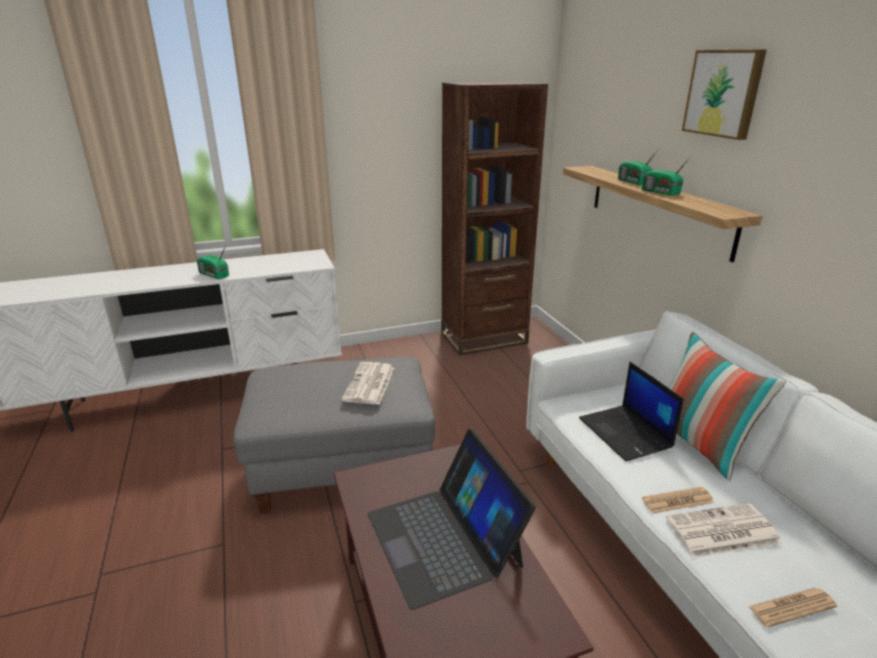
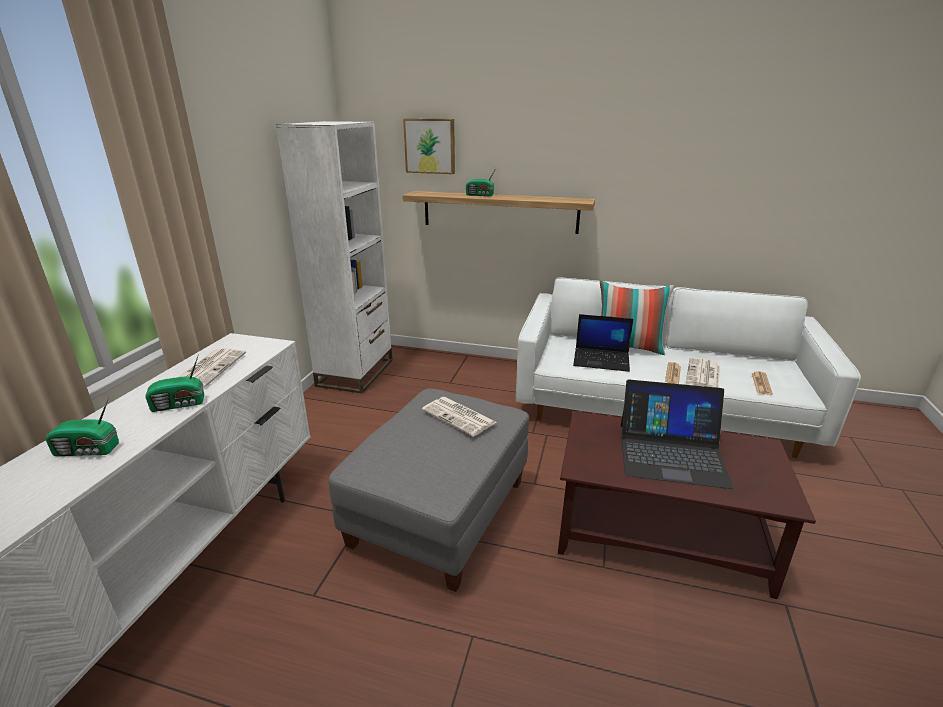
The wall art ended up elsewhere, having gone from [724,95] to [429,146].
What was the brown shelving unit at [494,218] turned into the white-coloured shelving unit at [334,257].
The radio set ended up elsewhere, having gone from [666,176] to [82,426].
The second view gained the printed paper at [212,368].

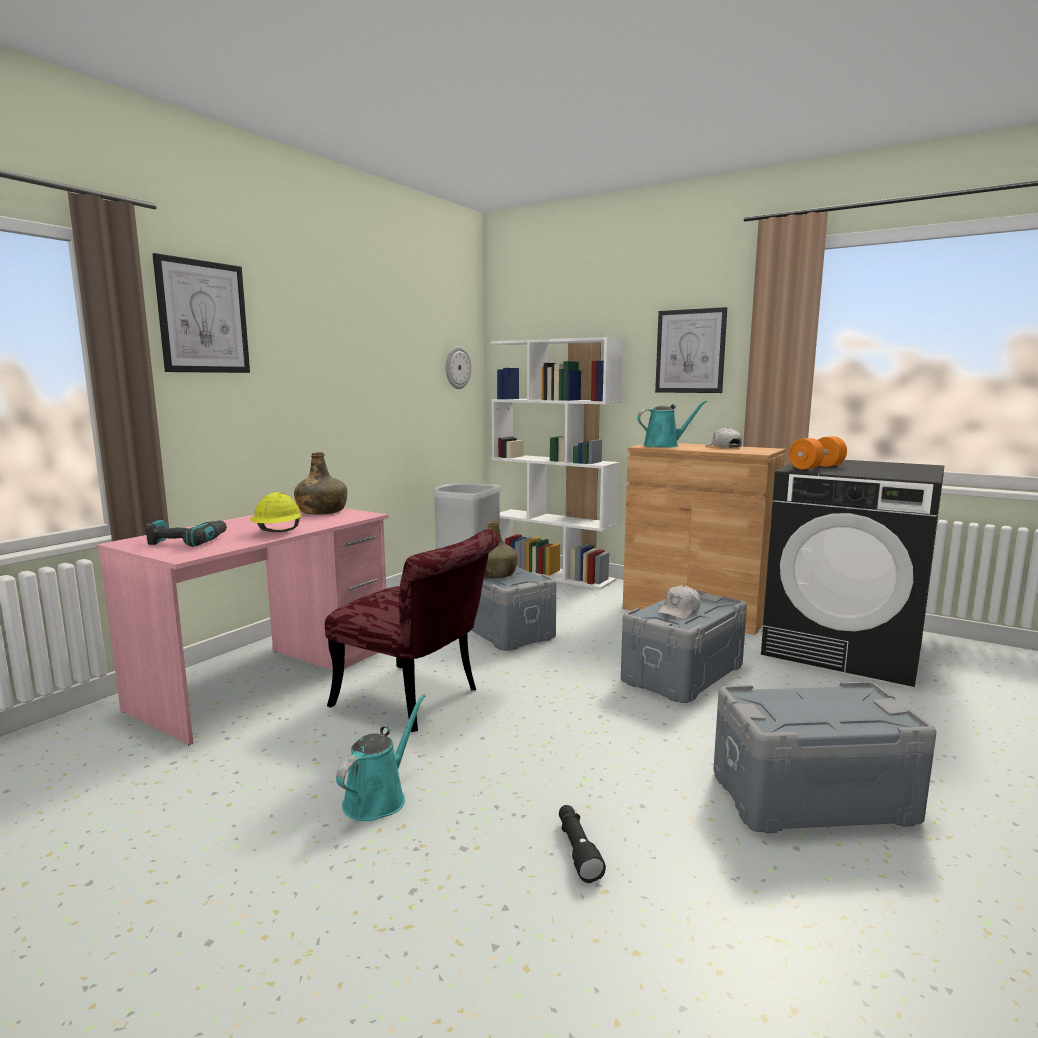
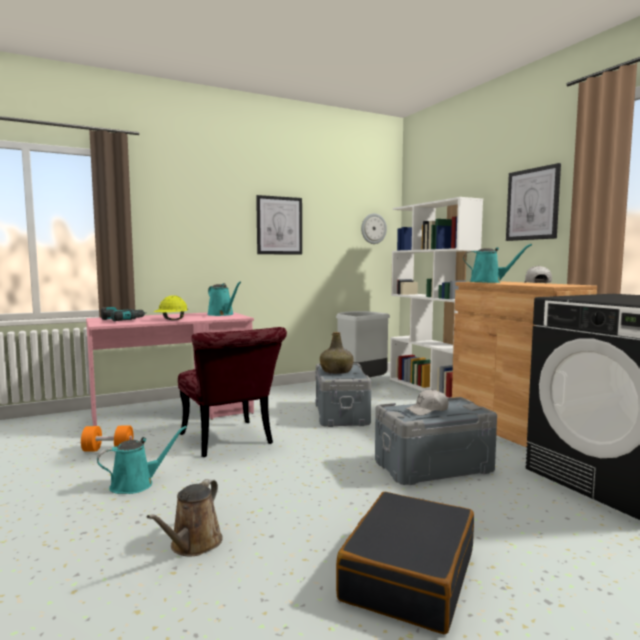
The wall art ended up elsewhere, having gone from [201,313] to [279,225].
The orange dumbbell ended up elsewhere, having gone from [818,453] to [107,438].
Where the green drink bottle stood at [321,483], the turquoise watering pot came to stand at [224,299].
Where the grey storage box stood at [825,757], the black travel case came to stand at [405,563].
Where the black torch stood at [582,844], the brown watering pot came to stand at [184,517].

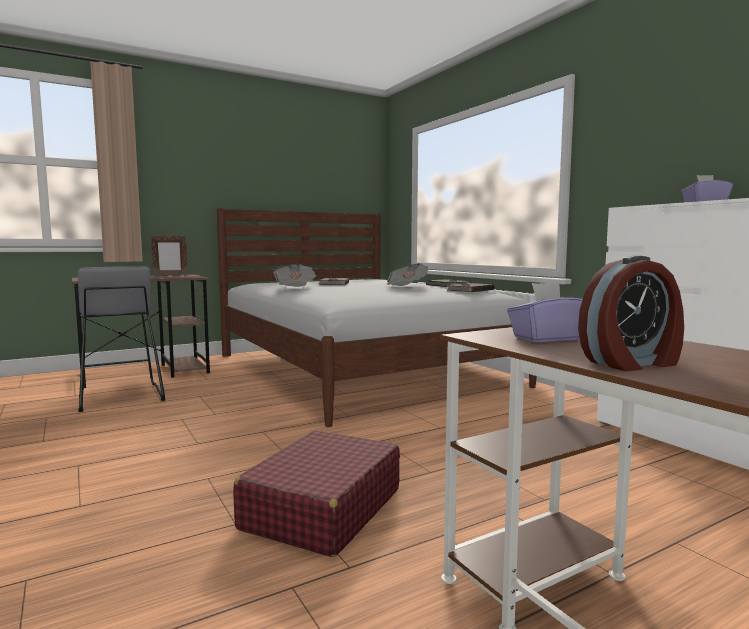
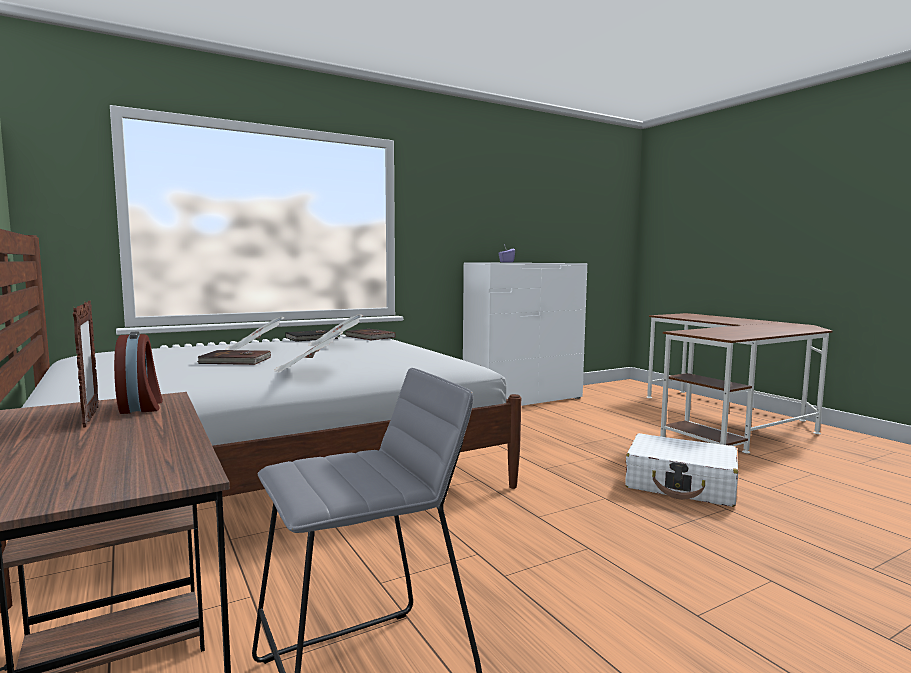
The alarm clock ended up elsewhere, having gone from [631,313] to [138,373].
The second view lost the purplish tissue box at [545,312].
What was the red-coloured travel case at [316,493] turned into the white-coloured travel case at [681,470].
The second view gained the printed paper at [254,333].

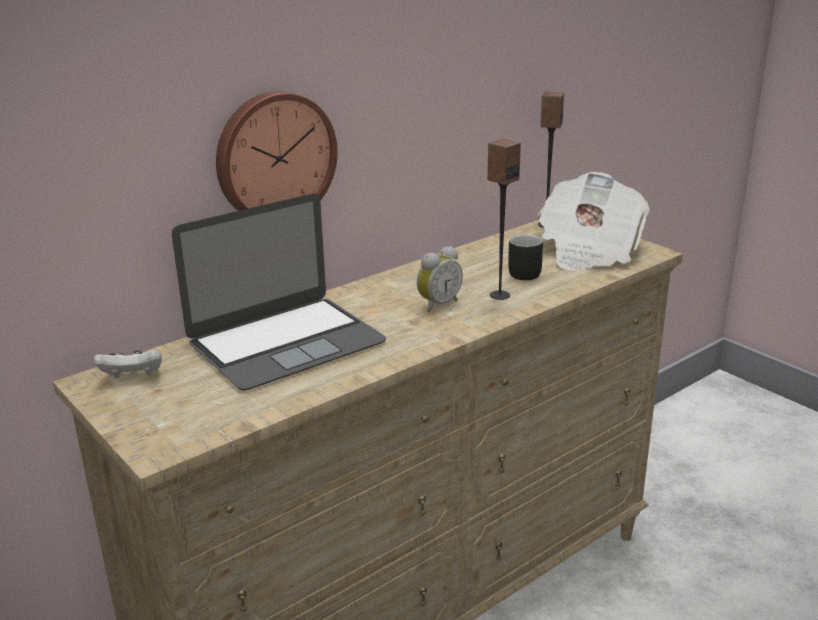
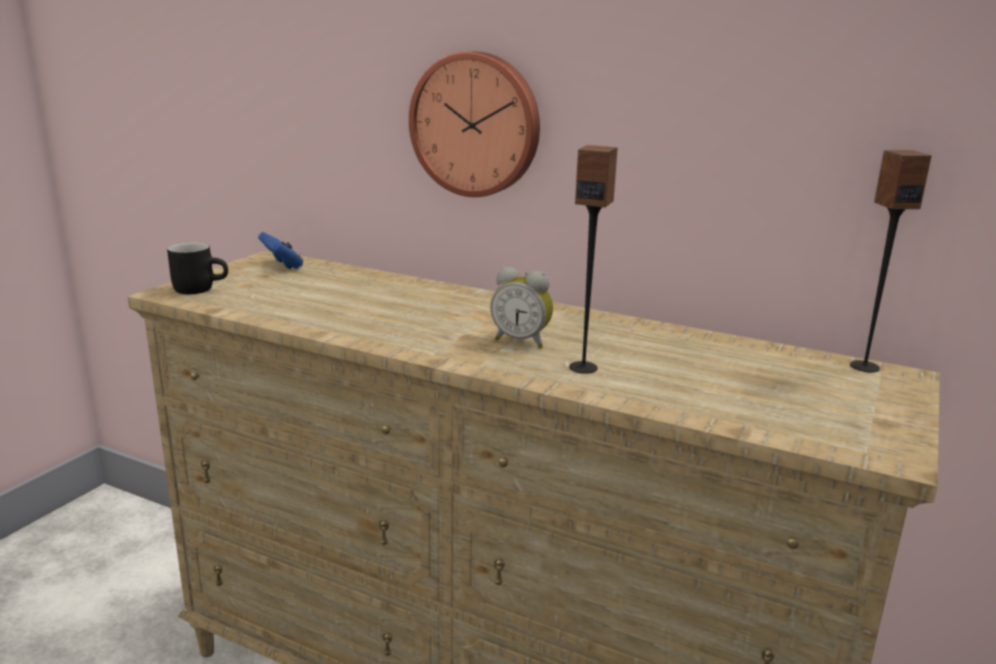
The second view lost the printed paper at [594,221].
The second view lost the laptop at [279,292].
The black mug ended up elsewhere, having gone from [525,257] to [197,268].
What was the white-coloured joypad at [128,364] turned into the bluish joypad at [280,250].

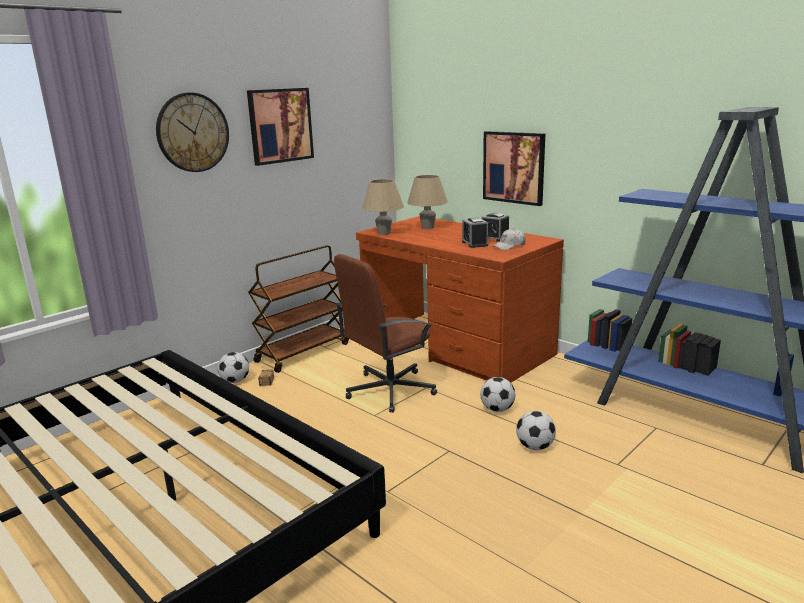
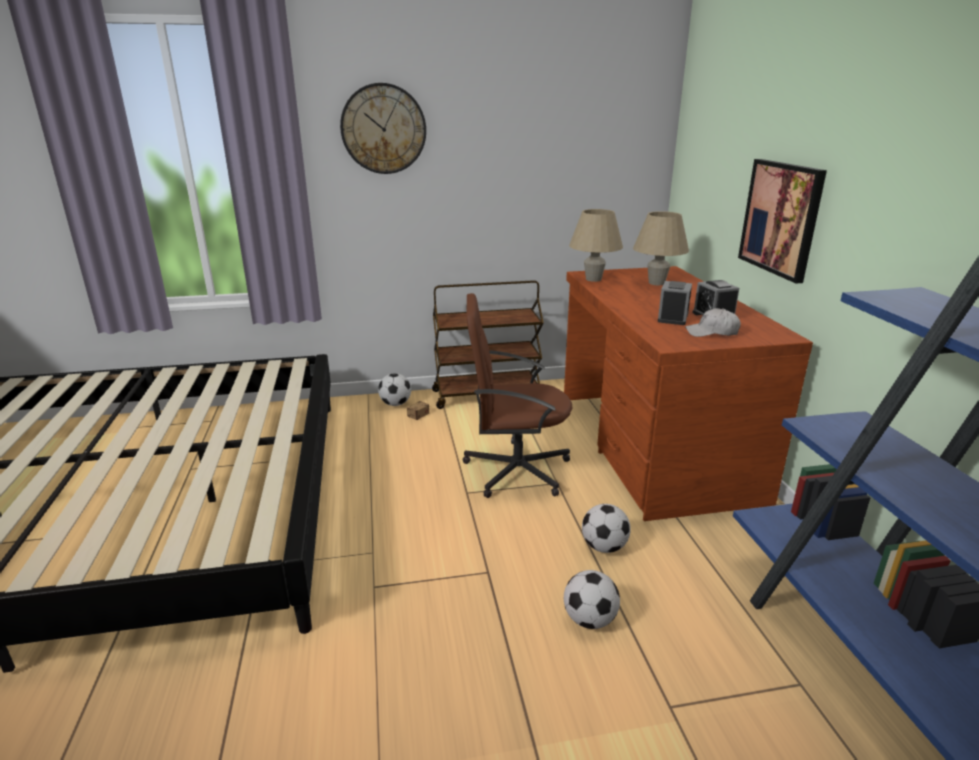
The second view lost the wall art at [280,127].

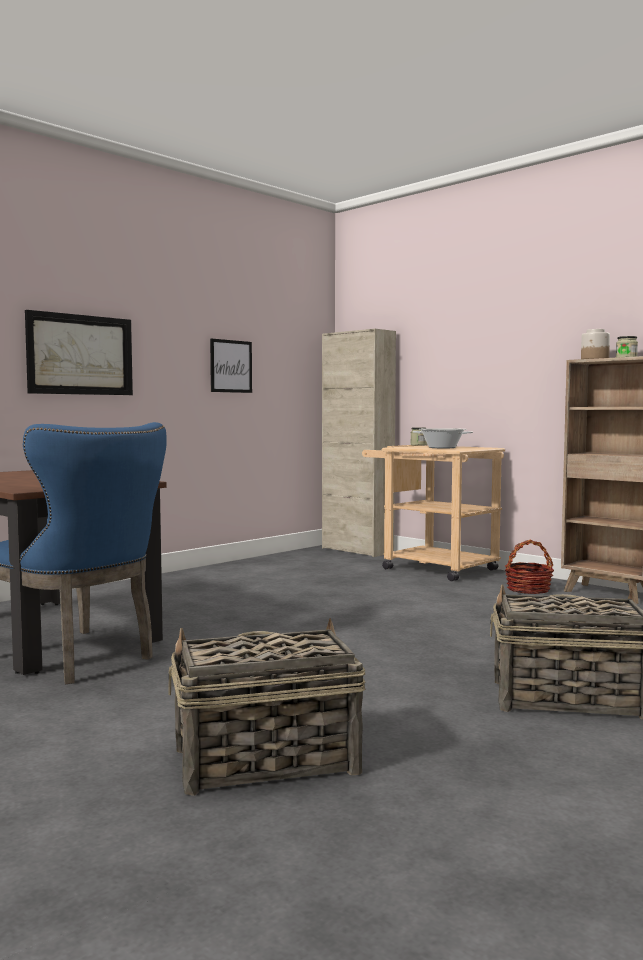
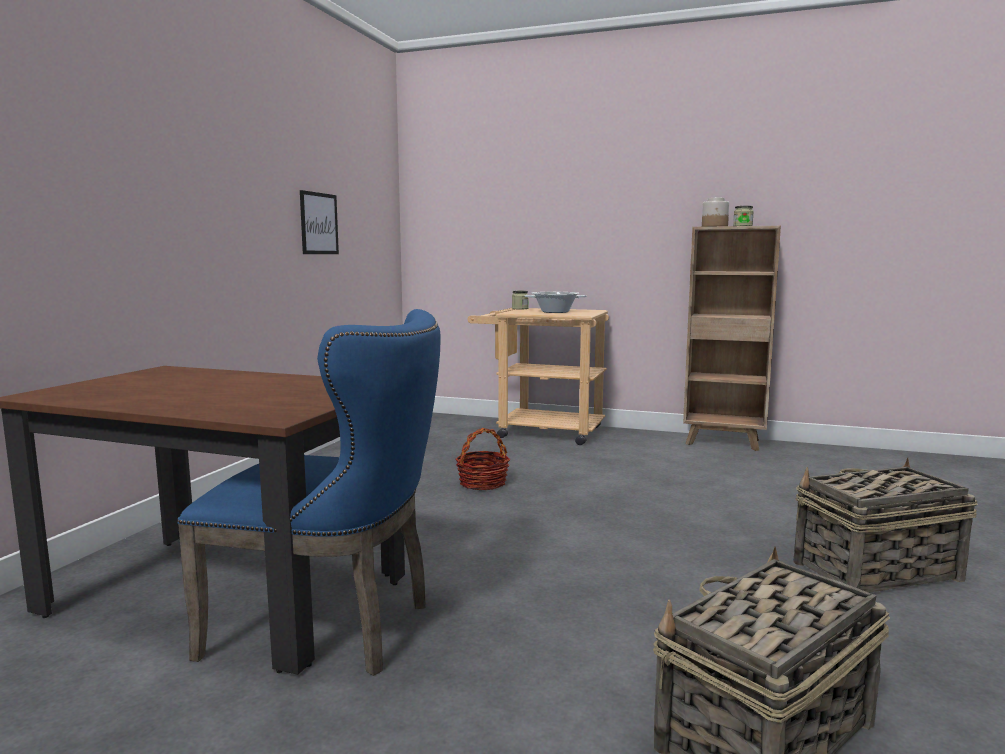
The second view lost the wall art at [79,352].
The second view lost the beige storage cabinet at [359,443].
The basket ended up elsewhere, having gone from [529,567] to [483,459].

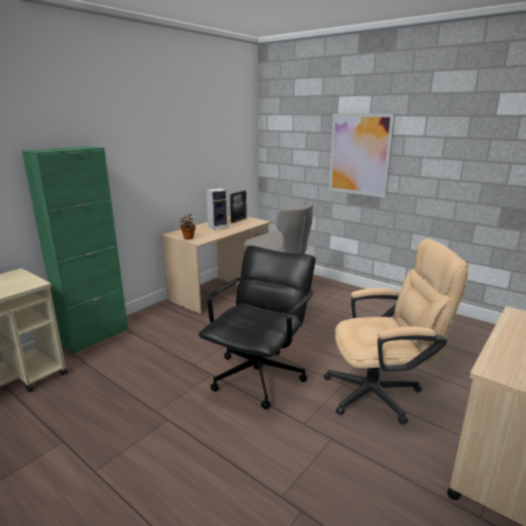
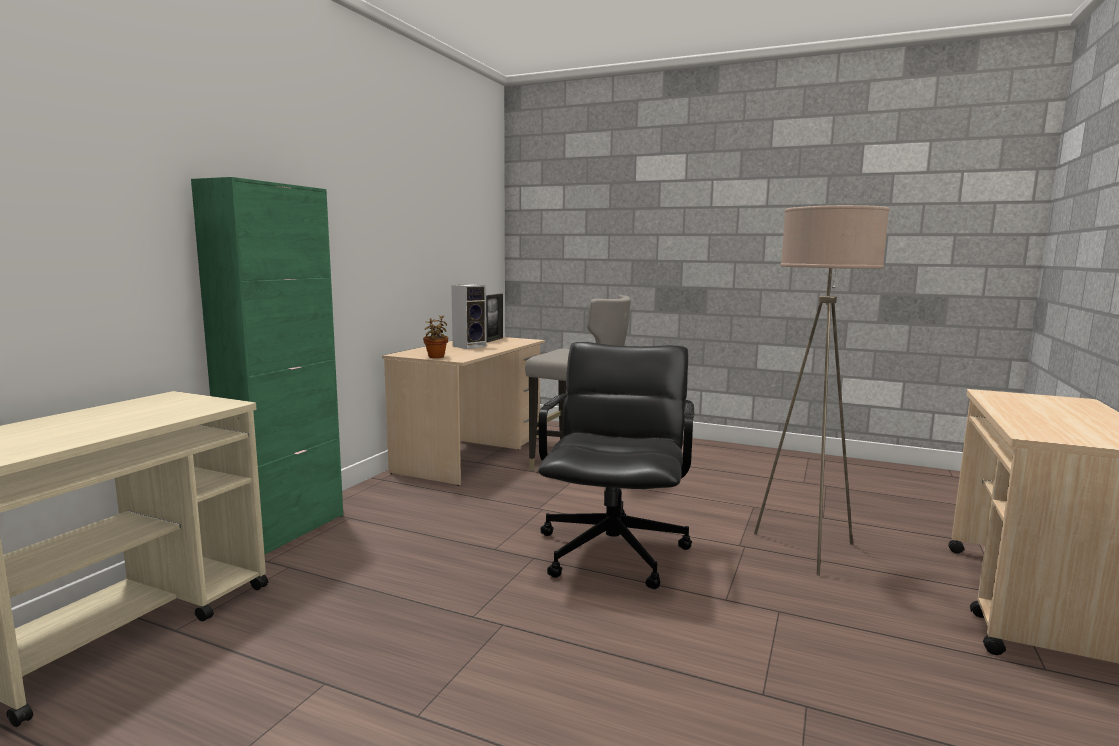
The second view lost the wall art at [362,155].
Where the beige desk chair stood at [396,331], the beige standing lamp came to stand at [822,390].

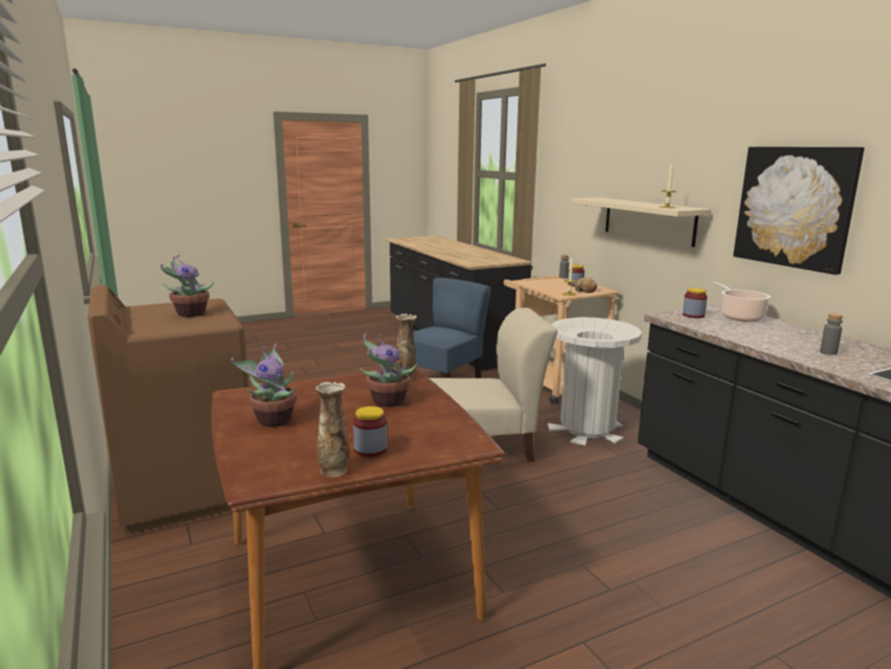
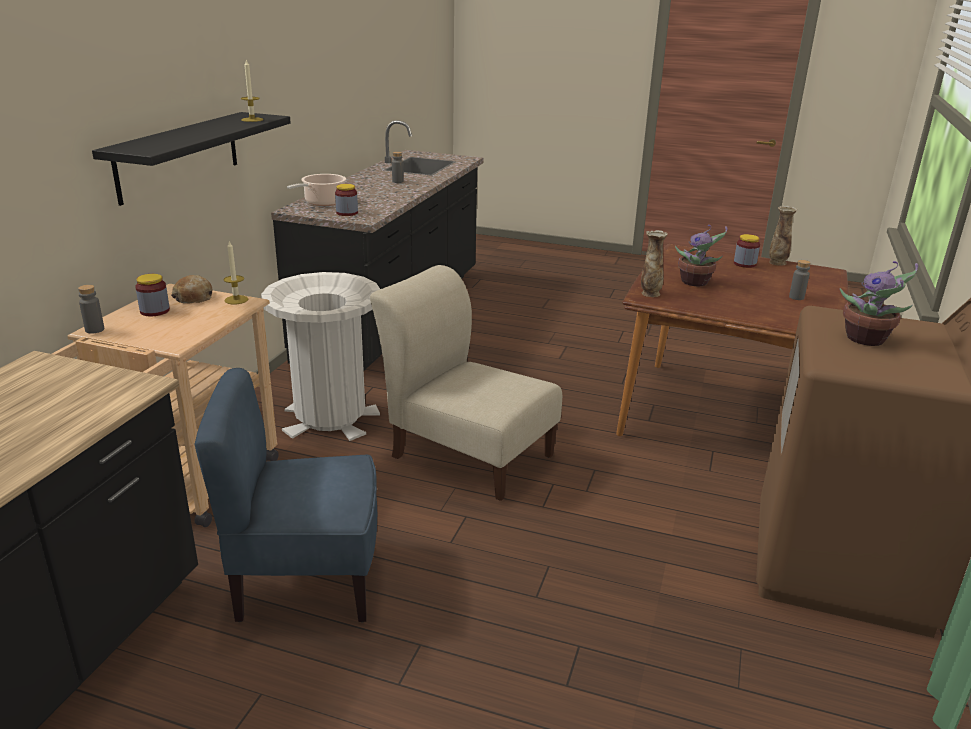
The second view lost the wall art at [798,211].
What was the beige bracket shelf at [641,222] turned into the black bracket shelf at [191,159].
Where the houseplant stood at [263,385], the grey drink bottle came to stand at [800,280].

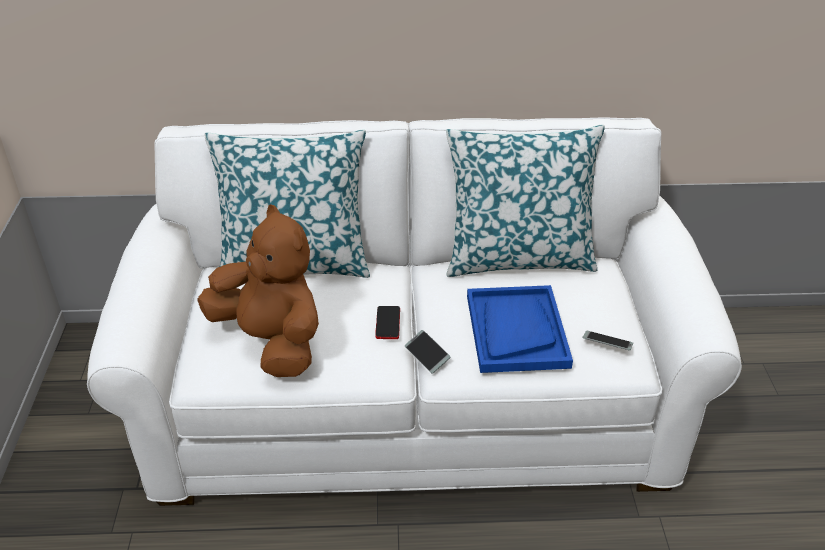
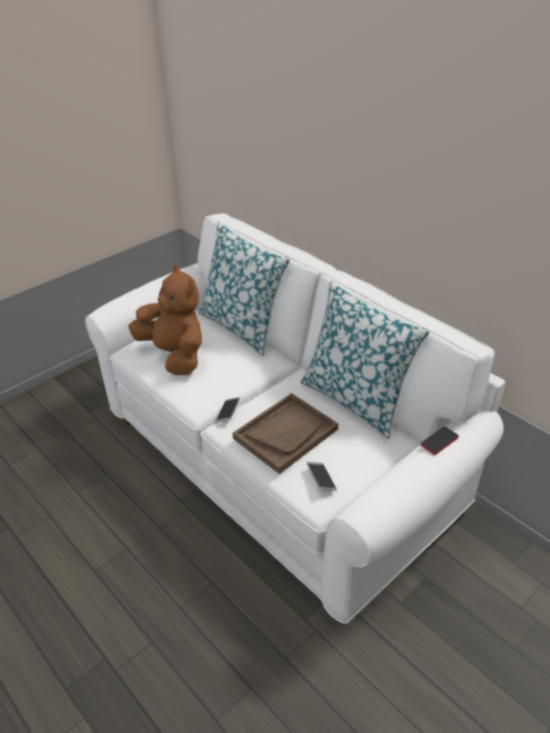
The brown soft toy at [258,290] ended up facing another way, 45 degrees counterclockwise from before.
What was the bluish carrying tray at [520,329] turned into the brown carrying tray at [285,433].
The telephone ended up elsewhere, having gone from [387,322] to [440,440].

